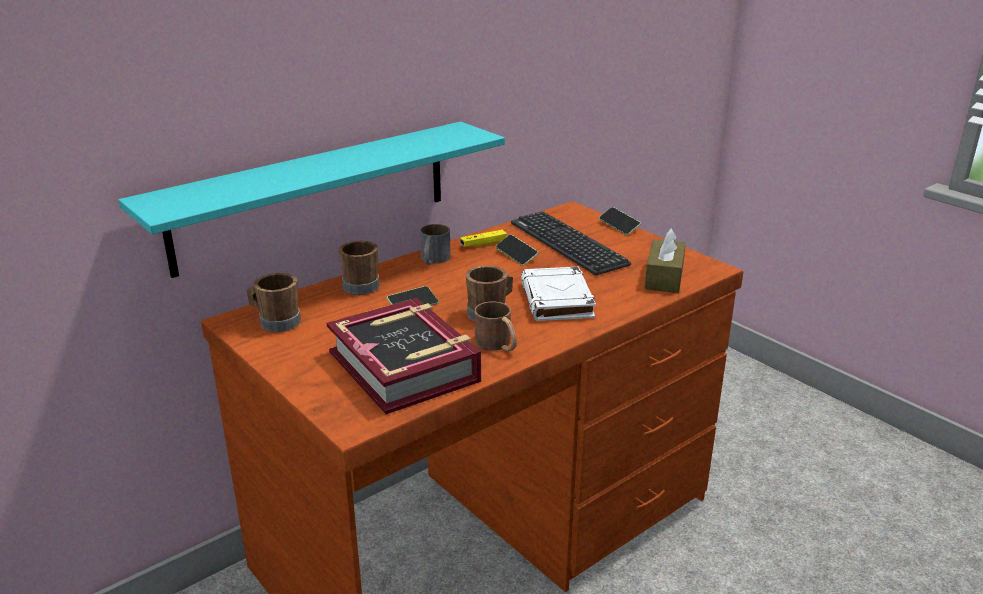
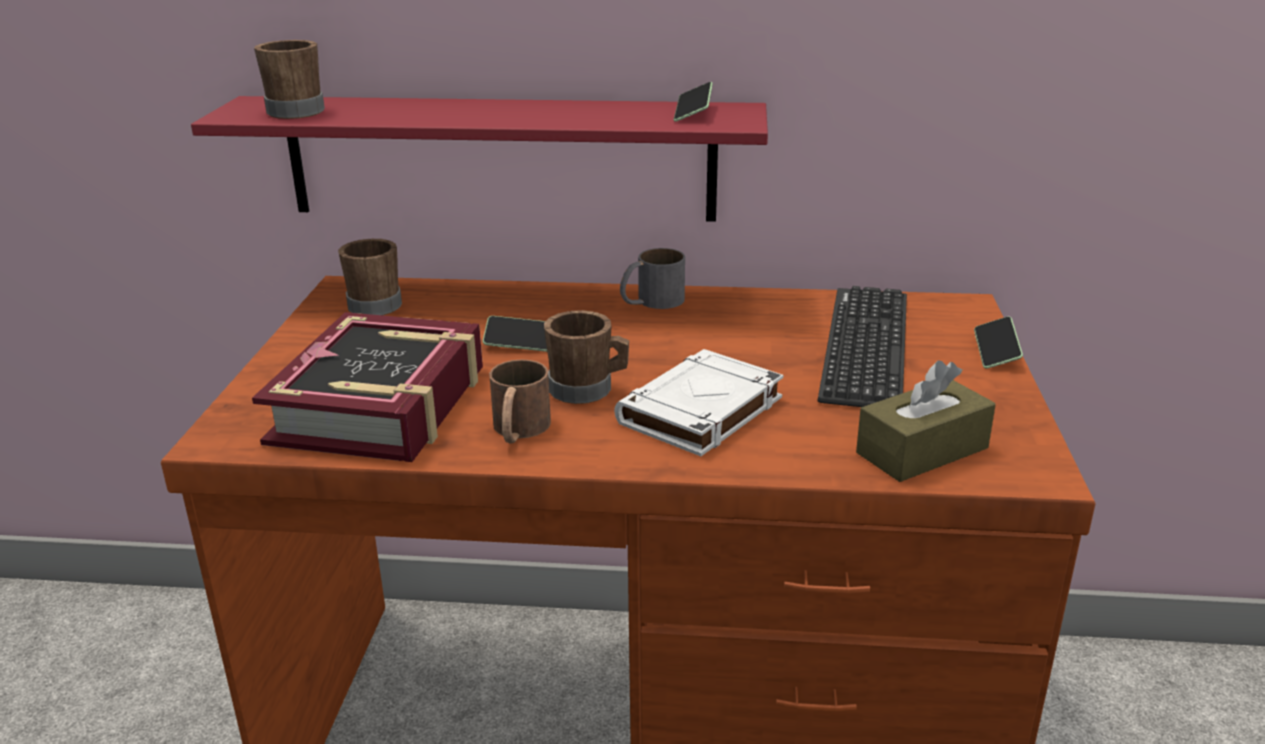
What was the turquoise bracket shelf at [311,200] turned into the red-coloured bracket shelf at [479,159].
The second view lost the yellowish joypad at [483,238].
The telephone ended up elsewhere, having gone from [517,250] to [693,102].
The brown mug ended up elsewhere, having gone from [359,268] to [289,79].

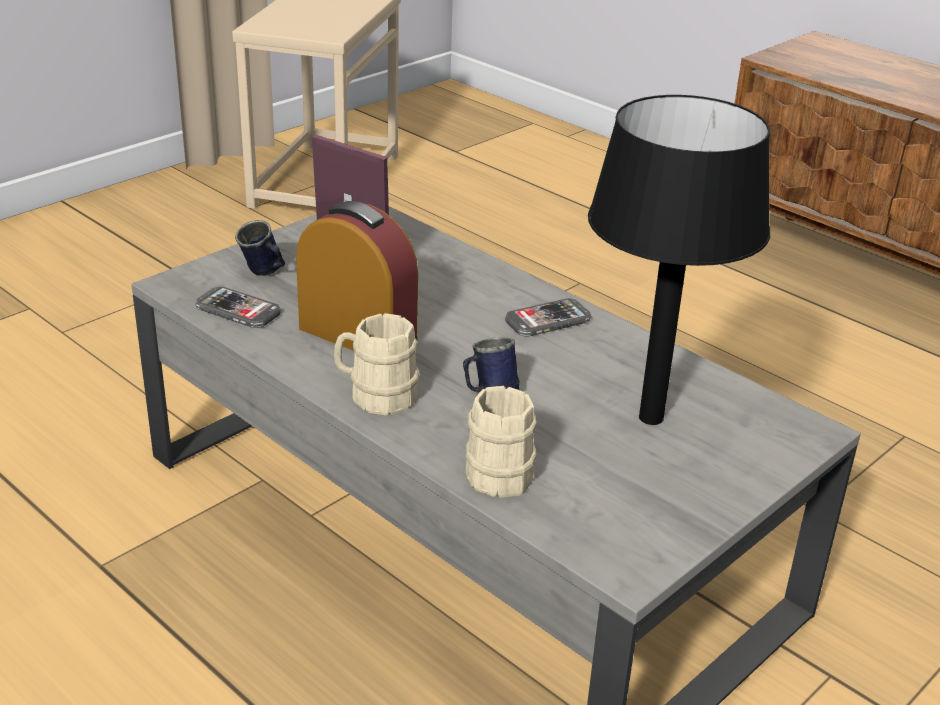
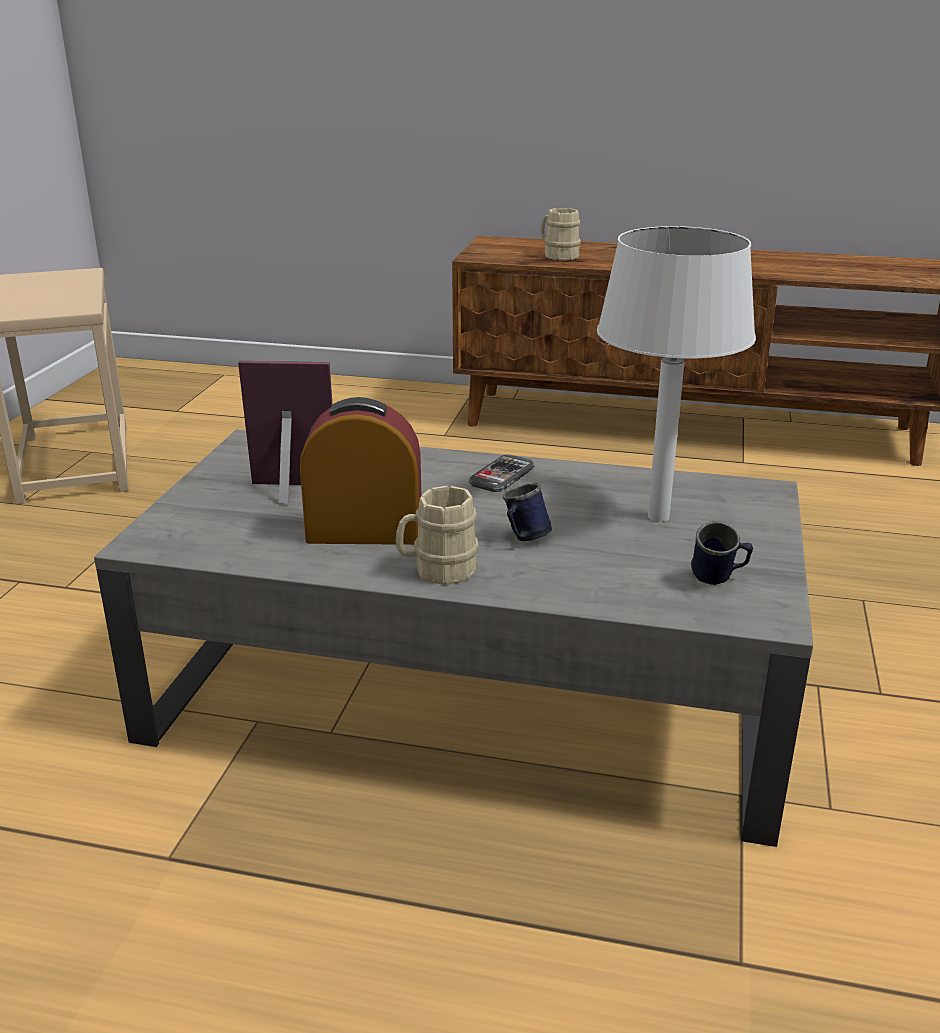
What was the black lamp for a table at [679,260] turned into the white-coloured lamp for a table at [676,374].
The bluish mug ended up elsewhere, having gone from [260,248] to [722,553].
The second view lost the telephone at [238,307].
The beige mug ended up elsewhere, having gone from [501,442] to [561,234].

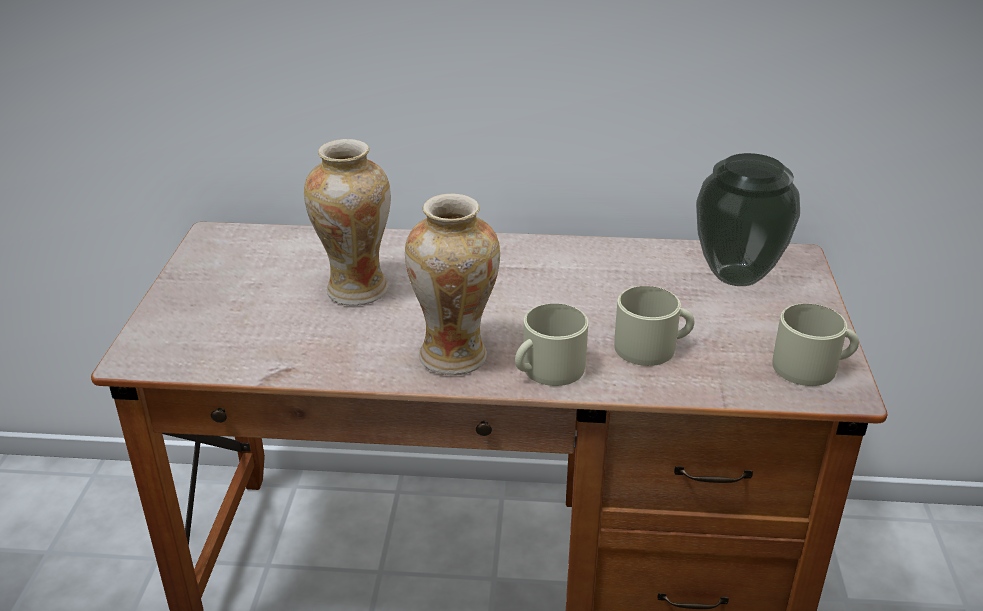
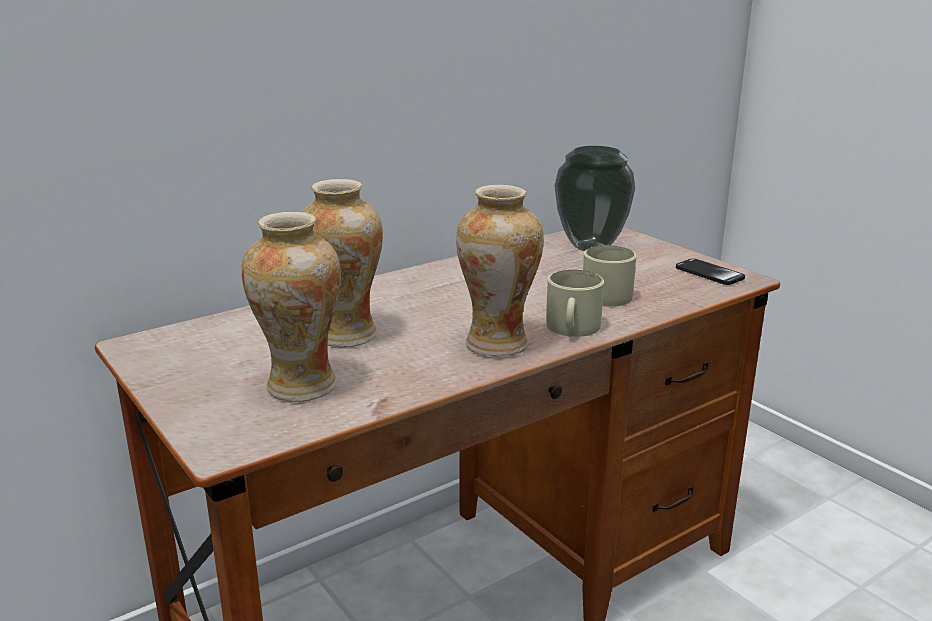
Where the beige mug stood at [815,345], the telephone came to stand at [710,272].
The second view gained the flower vase at [291,307].

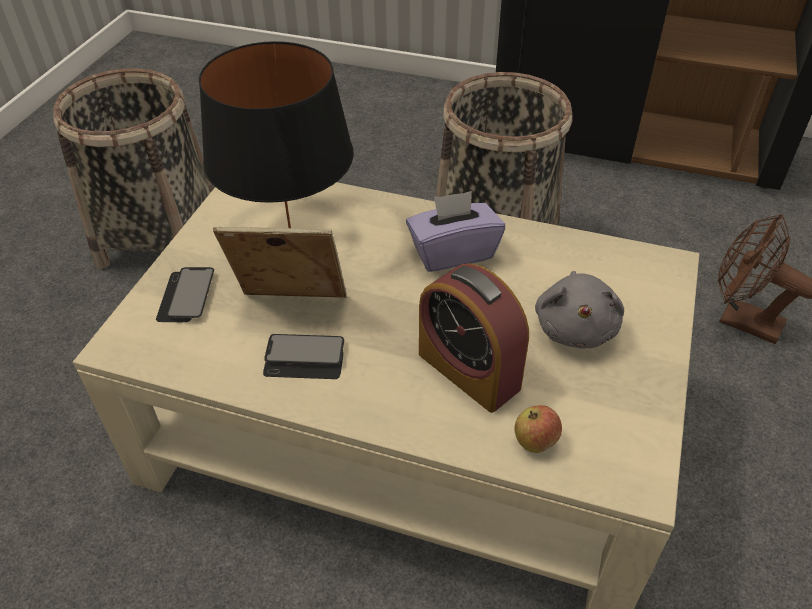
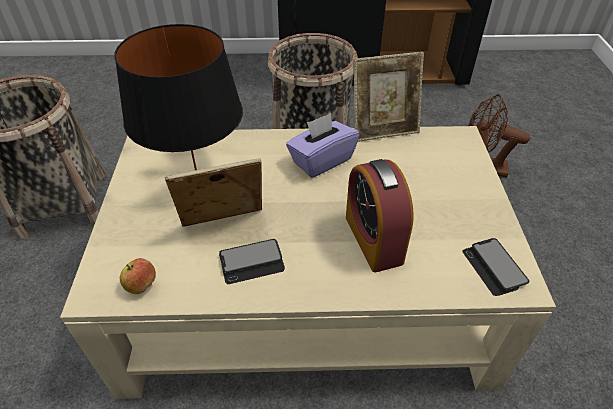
The alarm clock at [474,338] ended up facing another way, 45 degrees clockwise from before.
The telephone ended up elsewhere, having gone from [185,294] to [496,267].
The second view lost the grey soft toy at [579,309].
The apple ended up elsewhere, having gone from [538,429] to [138,276].
The second view gained the picture frame at [388,97].

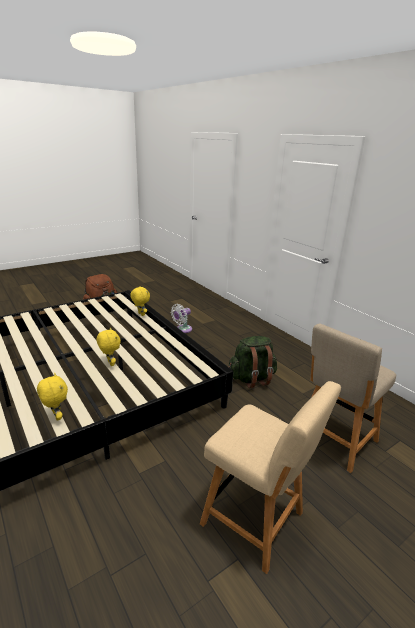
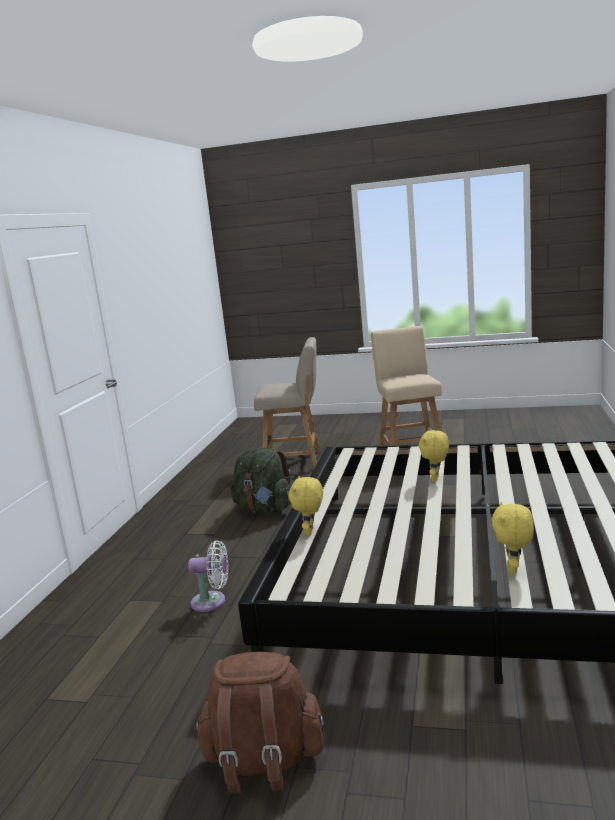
The yellowish soft toy ended up elsewhere, having gone from [52,397] to [513,538].

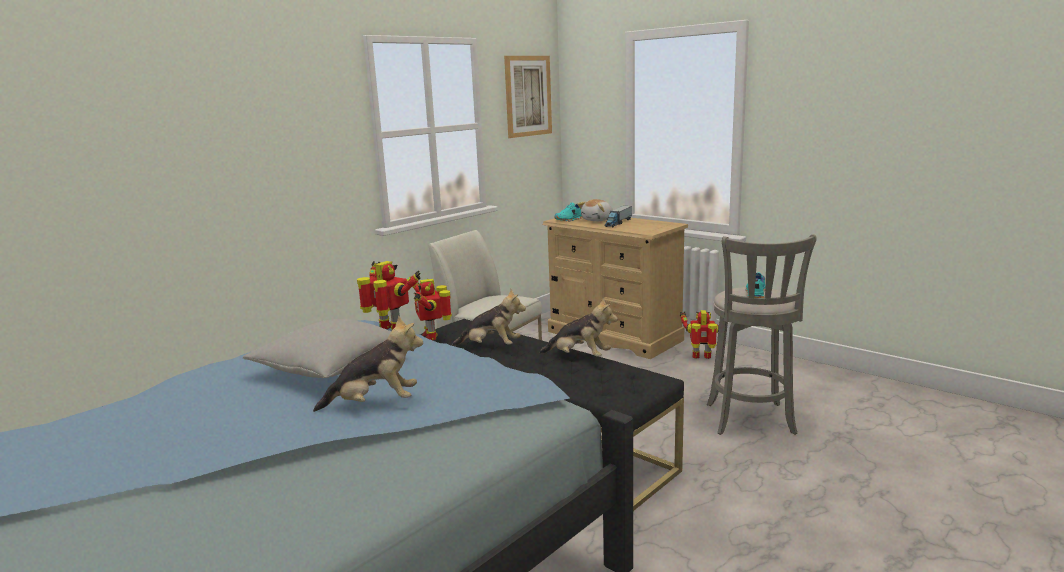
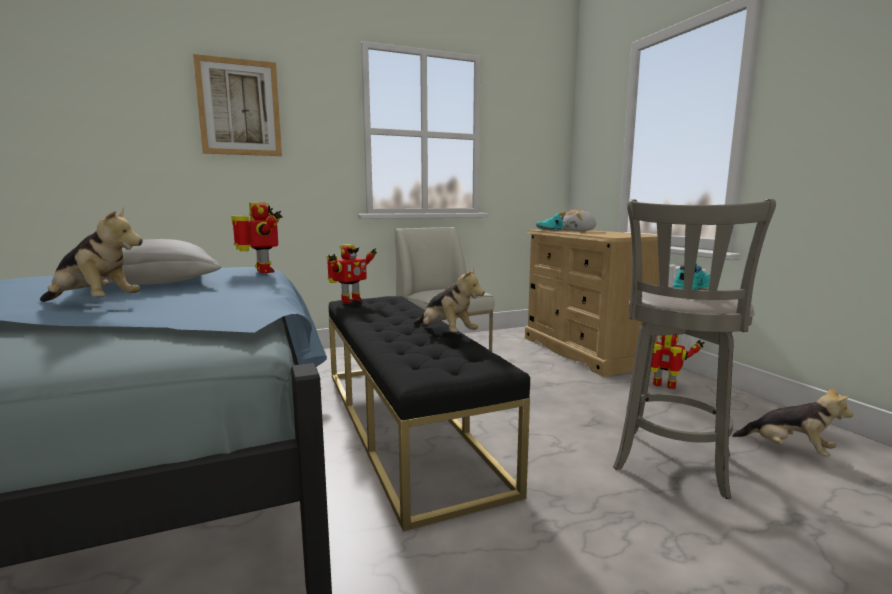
The wall art ended up elsewhere, having gone from [528,97] to [237,105].
The second view lost the toy lorry at [618,216].
The model robot at [432,309] ended up facing another way, 150 degrees counterclockwise from before.
The soft toy ended up elsewhere, having gone from [489,317] to [792,421].

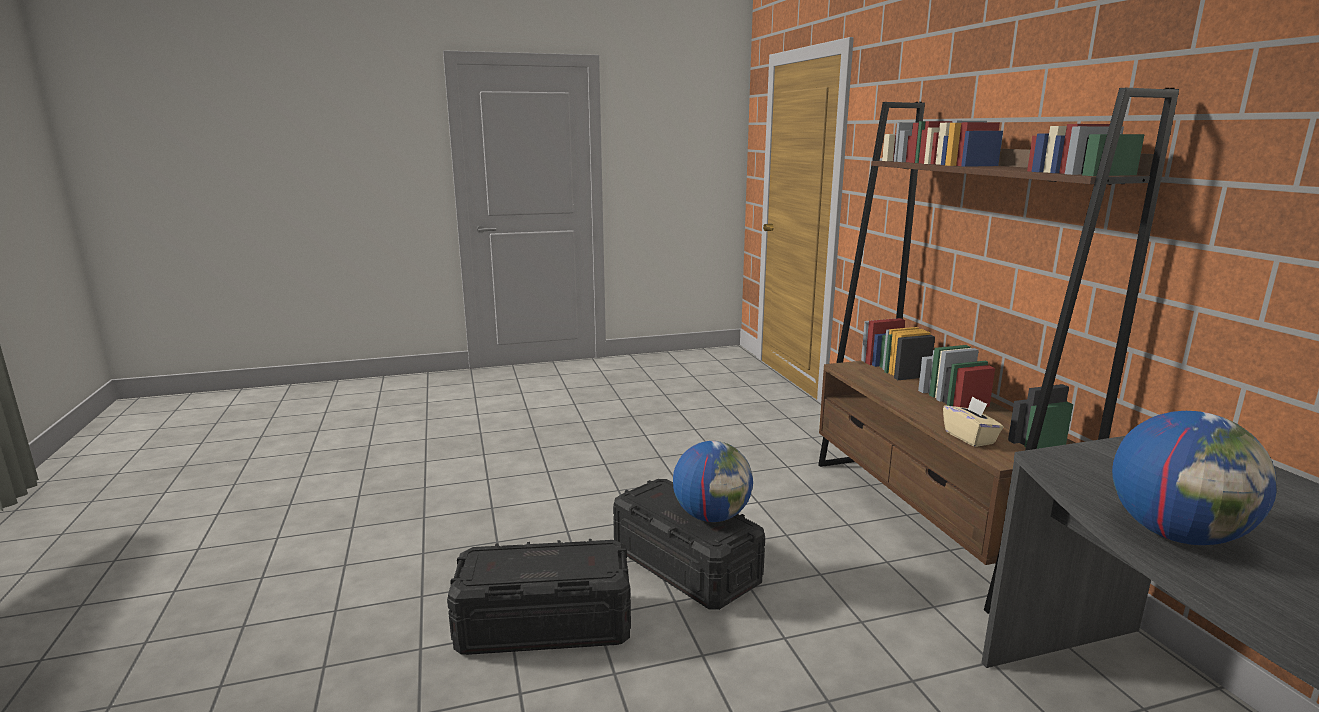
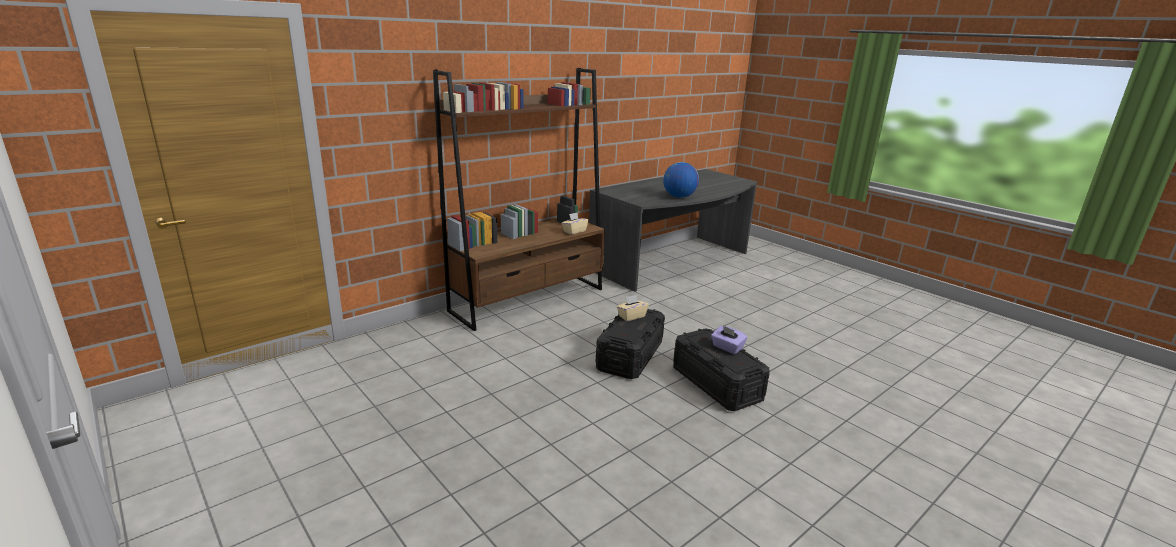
Where the desk globe stood at [713,481], the beige tissue box came to stand at [633,308].
The second view gained the purplish tissue box at [729,340].

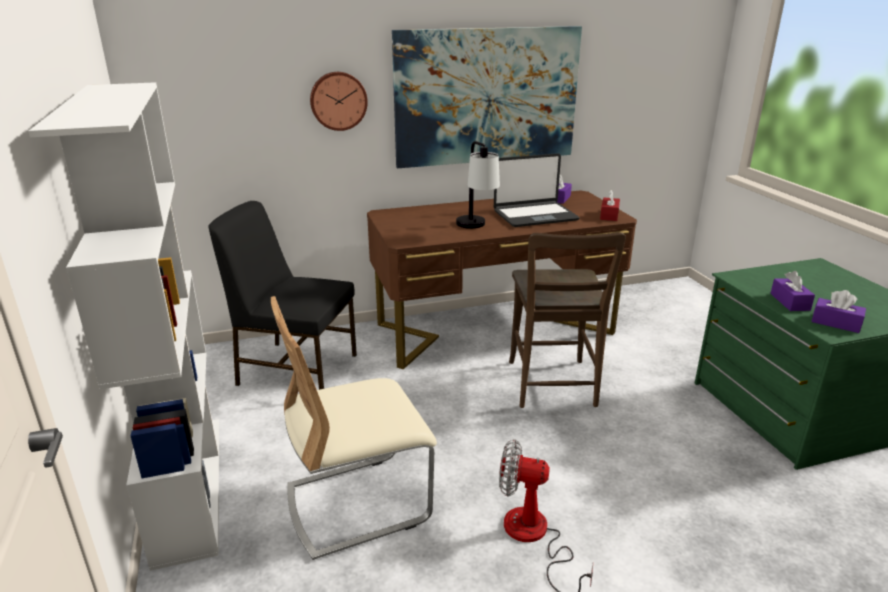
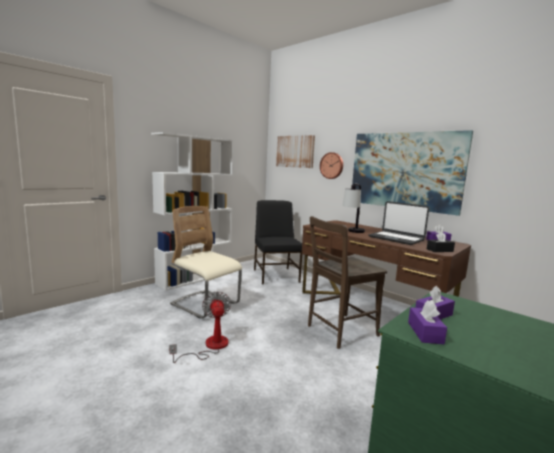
What was the red-coloured tissue box at [610,205] turned into the black tissue box at [441,242].
The second view gained the wall art at [295,151].

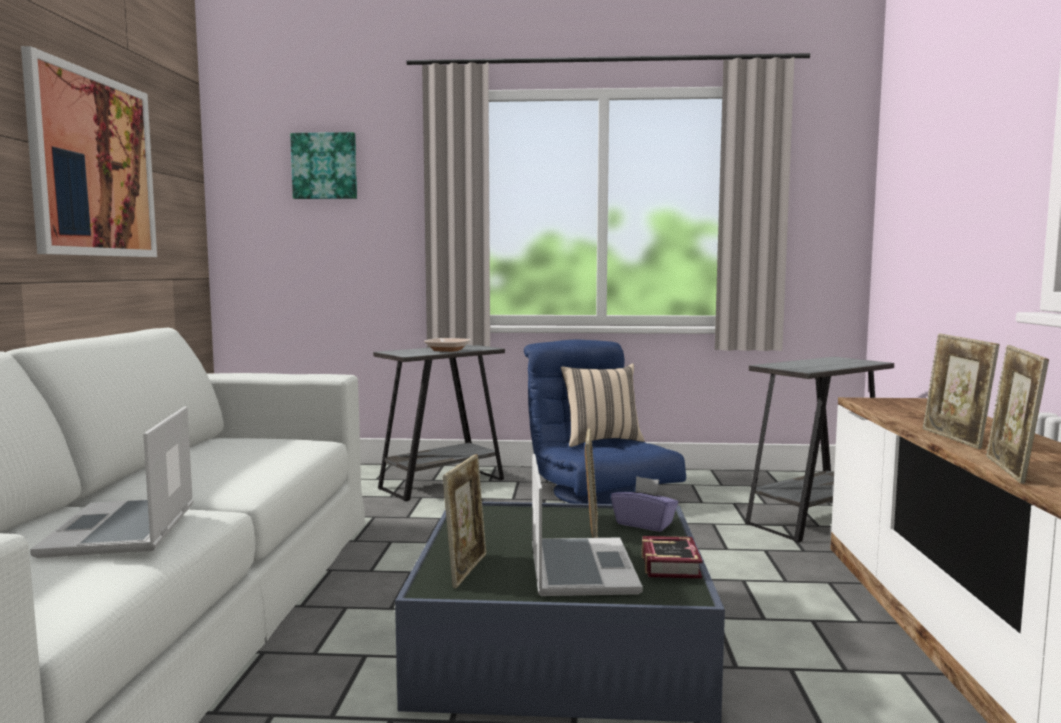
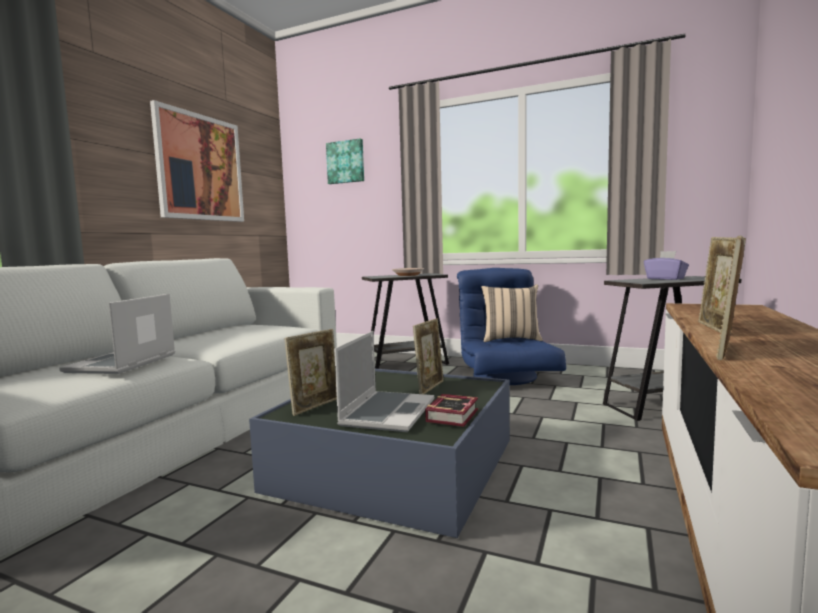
The purplish tissue box ended up elsewhere, having gone from [644,504] to [666,265].

